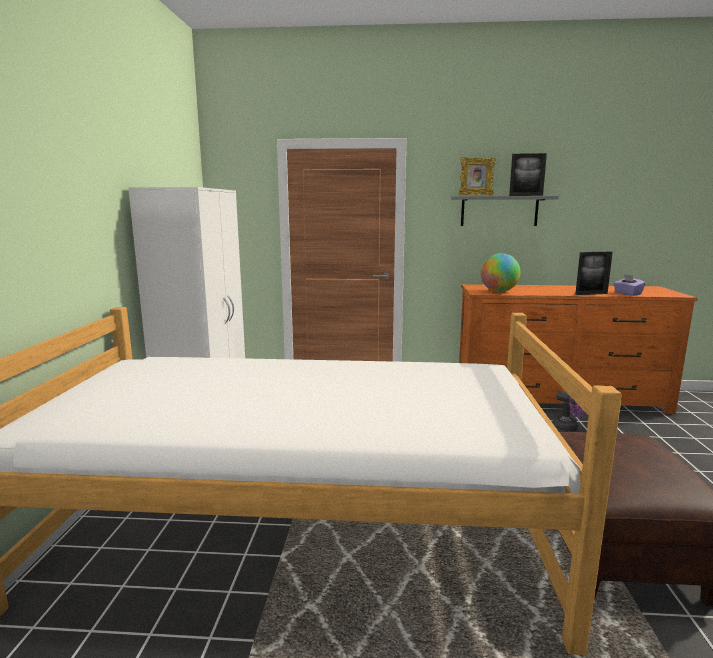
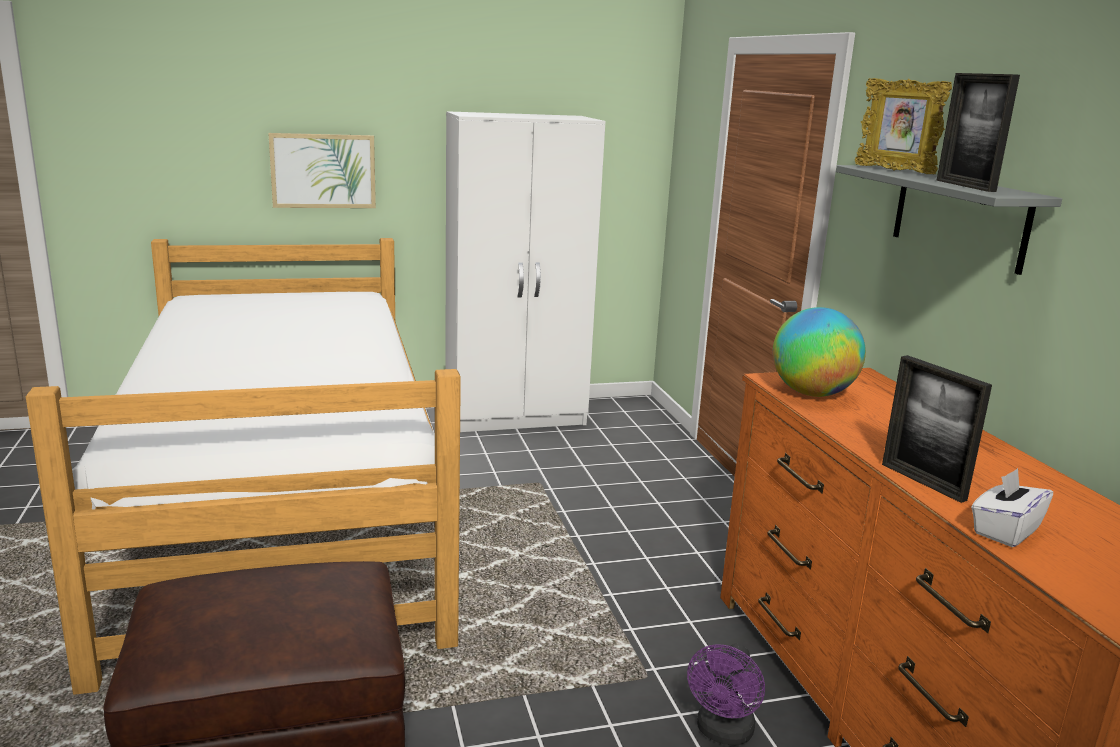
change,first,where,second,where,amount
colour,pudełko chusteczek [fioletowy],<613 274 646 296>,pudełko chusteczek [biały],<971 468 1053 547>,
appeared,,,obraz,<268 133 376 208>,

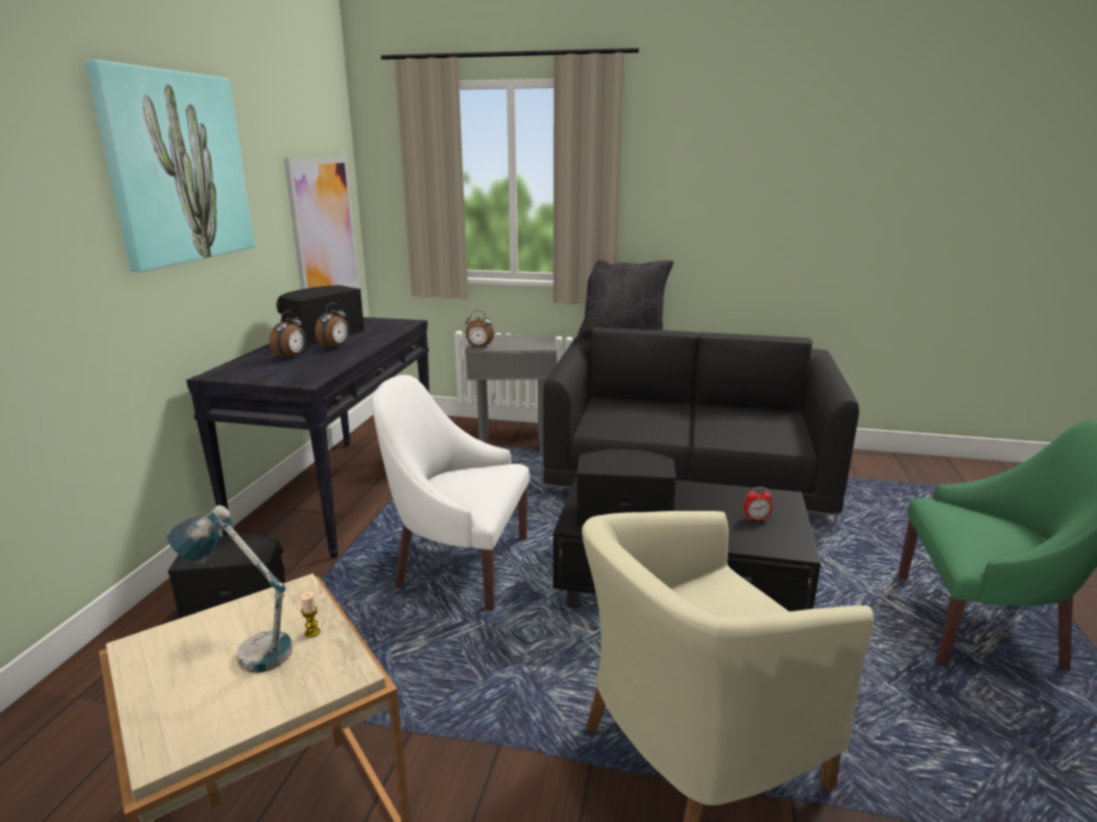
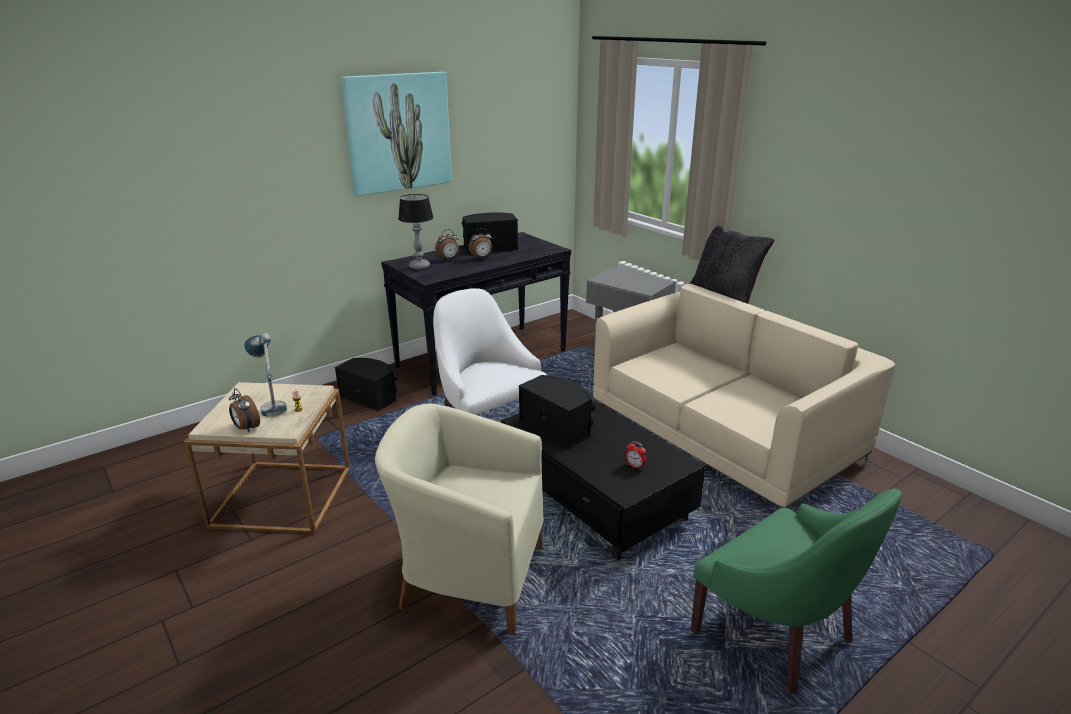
change,first,where,second,where,amount
missing,obraz,<284 157 360 289>,,,
relocated,budzik,<465 310 494 348>,,<229 388 260 432>,
colour,kanapa [czarny],<543 327 859 527>,kanapa [beżowy],<593 284 895 508>,
appeared,,,lampa stołowa,<398 194 434 270>,

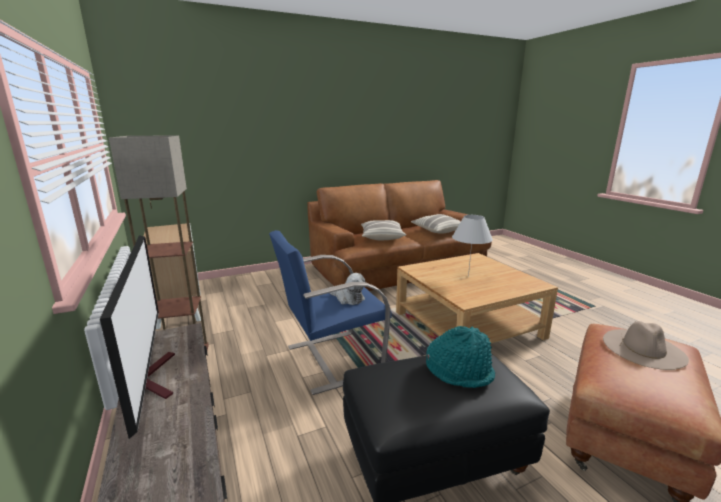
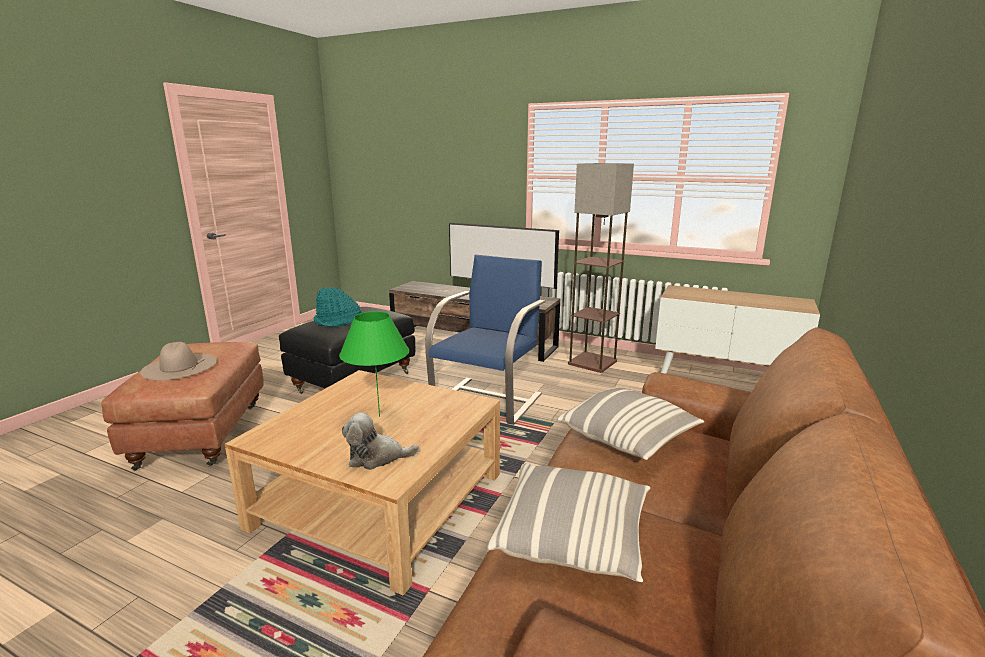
change,first,where,second,where,amount
colour,lampa stołowa [biały],<452 215 493 276>,lampa stołowa [zielony],<339 311 409 417>,
relocated,pluszak,<330 273 366 305>,,<342 412 419 470>,

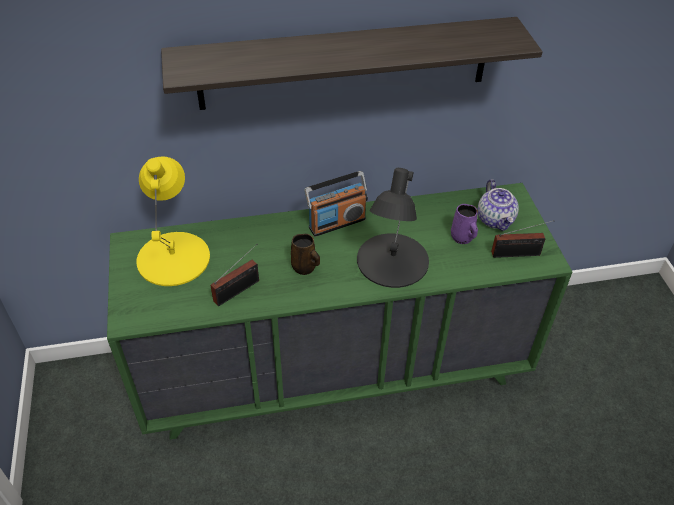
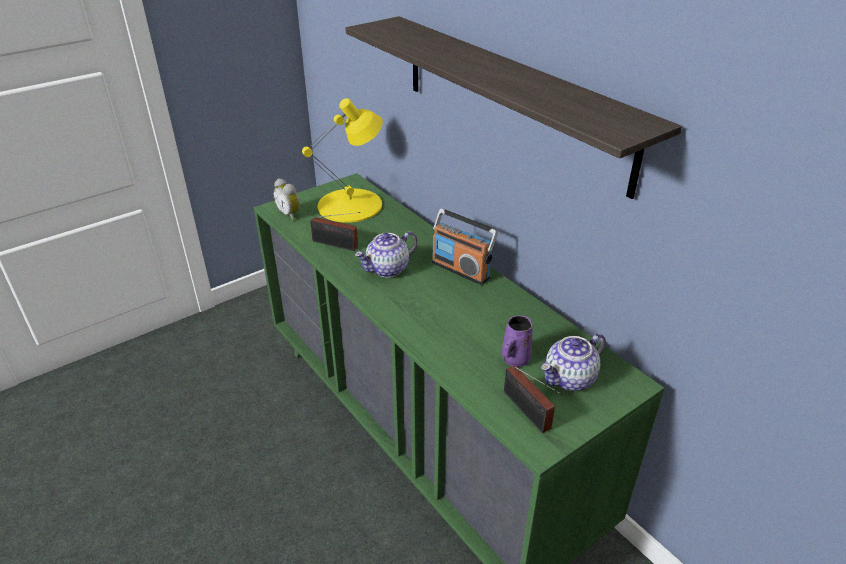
change,first,where,second,where,amount
missing,lampa stołowa [czarny],<357 168 429 288>,,,
exchanged,kubek [brązowy],<291 234 320 275>,imbryk,<355 231 418 278>,
appeared,,,budzik,<273 178 300 220>,

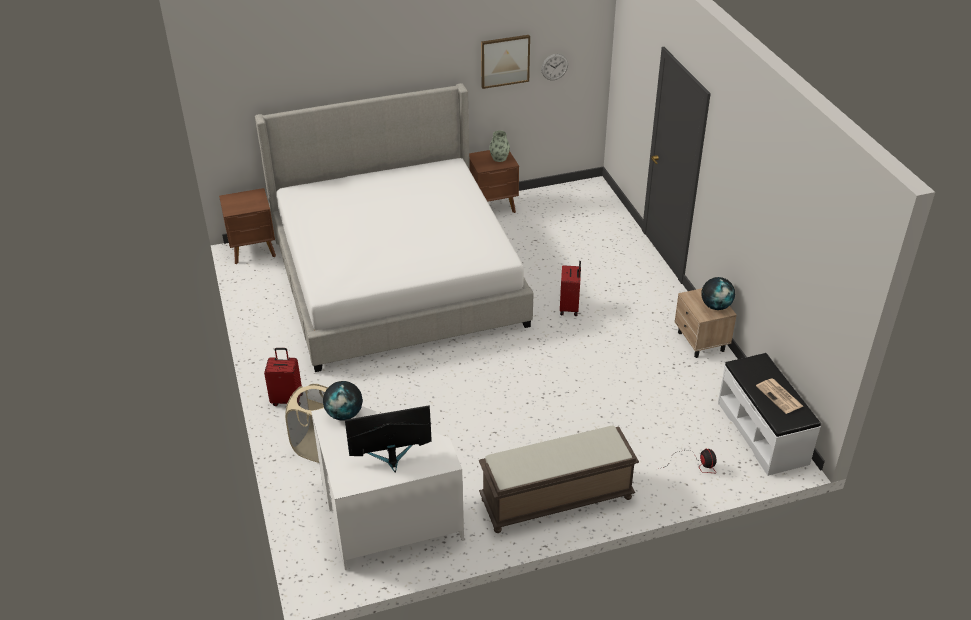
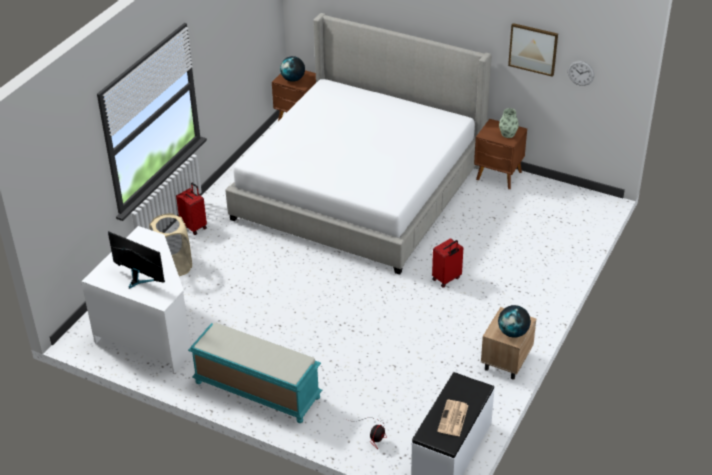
change,first,where,second,where,amount
relocated,globus,<323 381 363 421>,,<280 56 305 82>,
colour,ławka [brązowy],<479 426 639 533>,ławka [turkusowy],<188 323 322 423>,

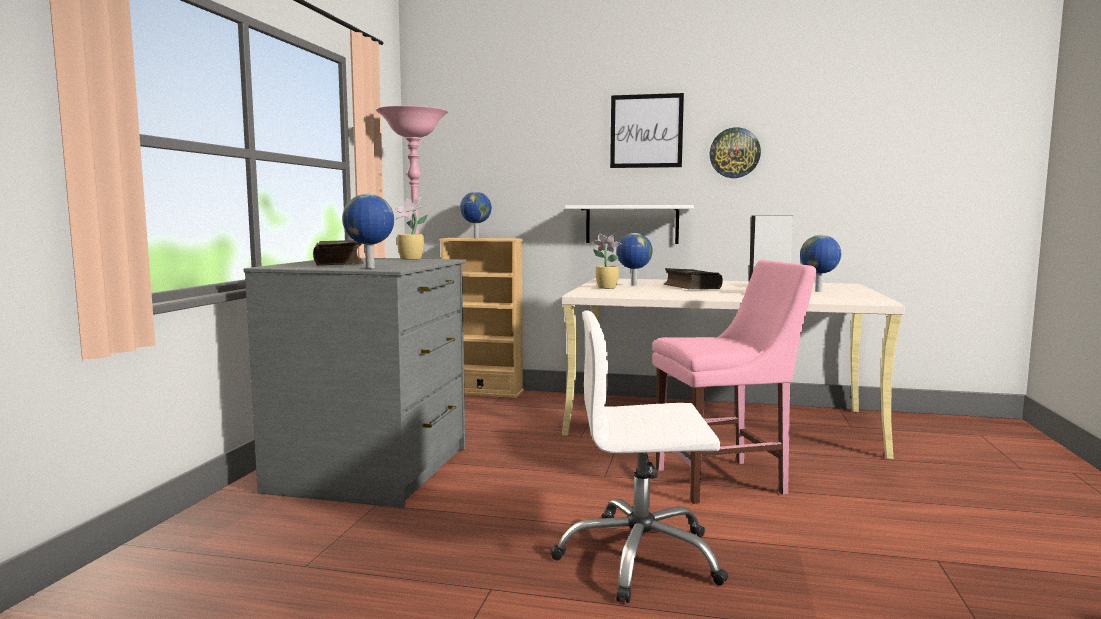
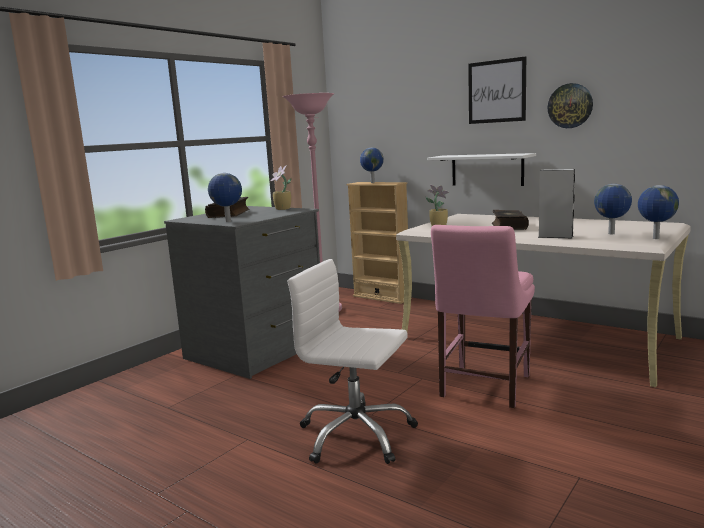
change,first,where,second,where,amount
relocated,globus,<617 233 653 286>,,<638 185 679 239>,
spun,krzesło [różowy],<653 260 816 504>,,<431 225 535 408>,105 degrees clockwise

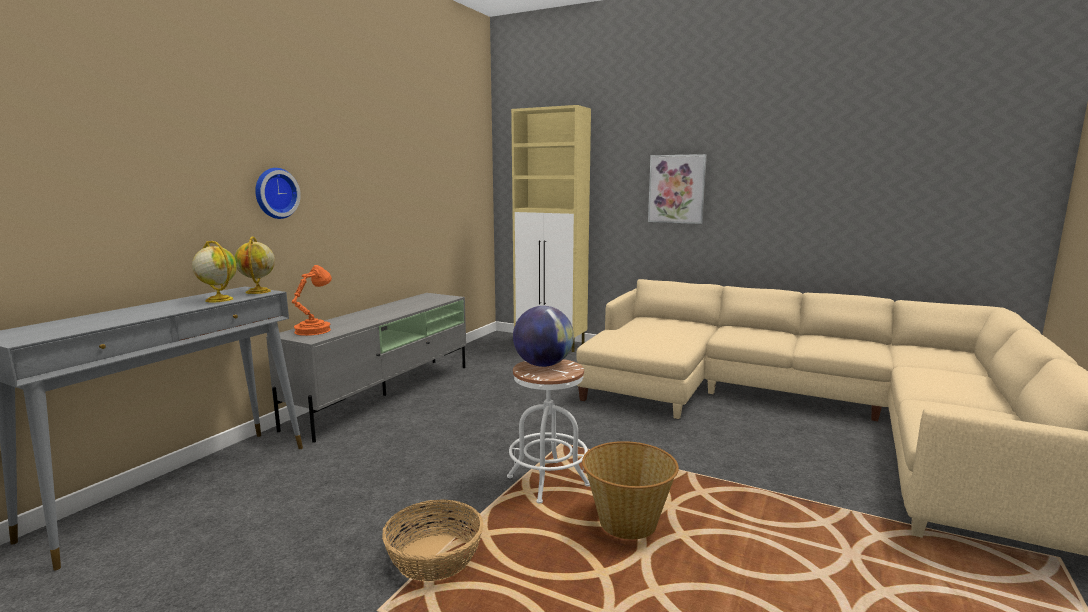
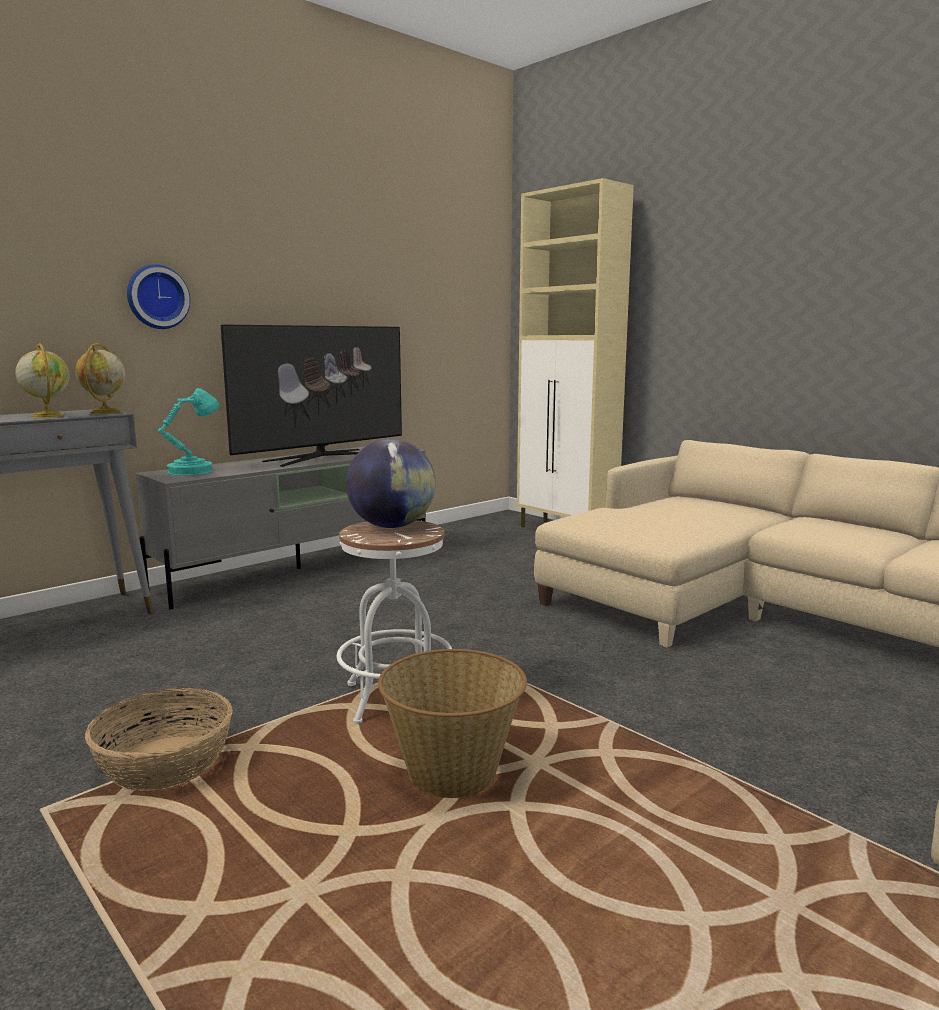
change,first,where,second,where,amount
missing,obraz,<648 154 707 224>,,,
colour,lampa stołowa [pomarańczowy],<291 265 332 336>,lampa stołowa [turkusowy],<158 388 219 475>,
appeared,,,telewizor,<221 324 402 467>,

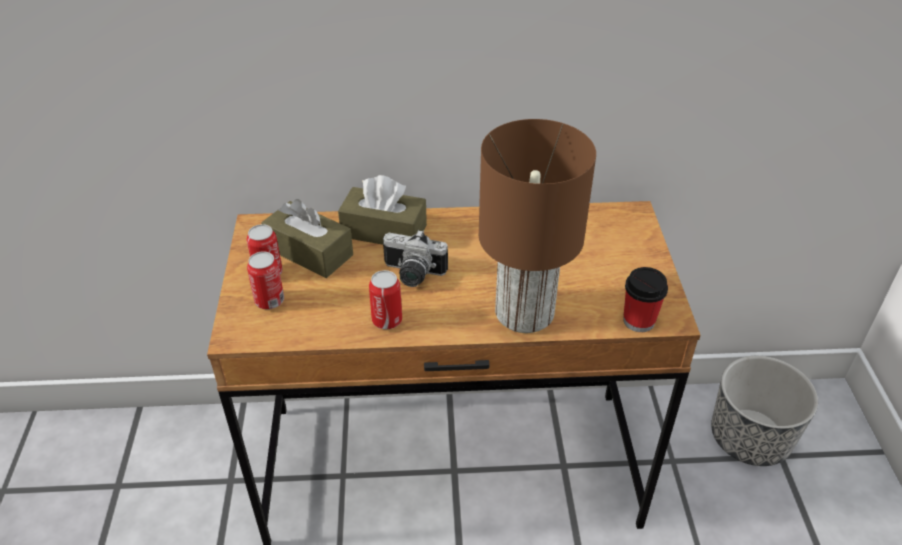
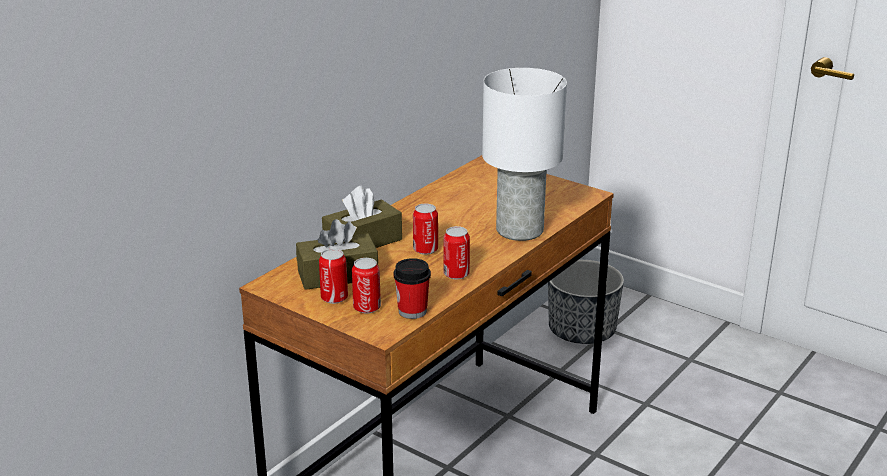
change,first,where,second,where,amount
colour,lampa stołowa [brązowy],<479 119 596 333>,lampa stołowa [biały],<482 68 567 241>,
exchanged,aparat fotograficzny,<383 230 448 287>,puszka,<413 204 438 255>,
relocated,filiżanka,<623 267 668 332>,,<393 258 431 319>,

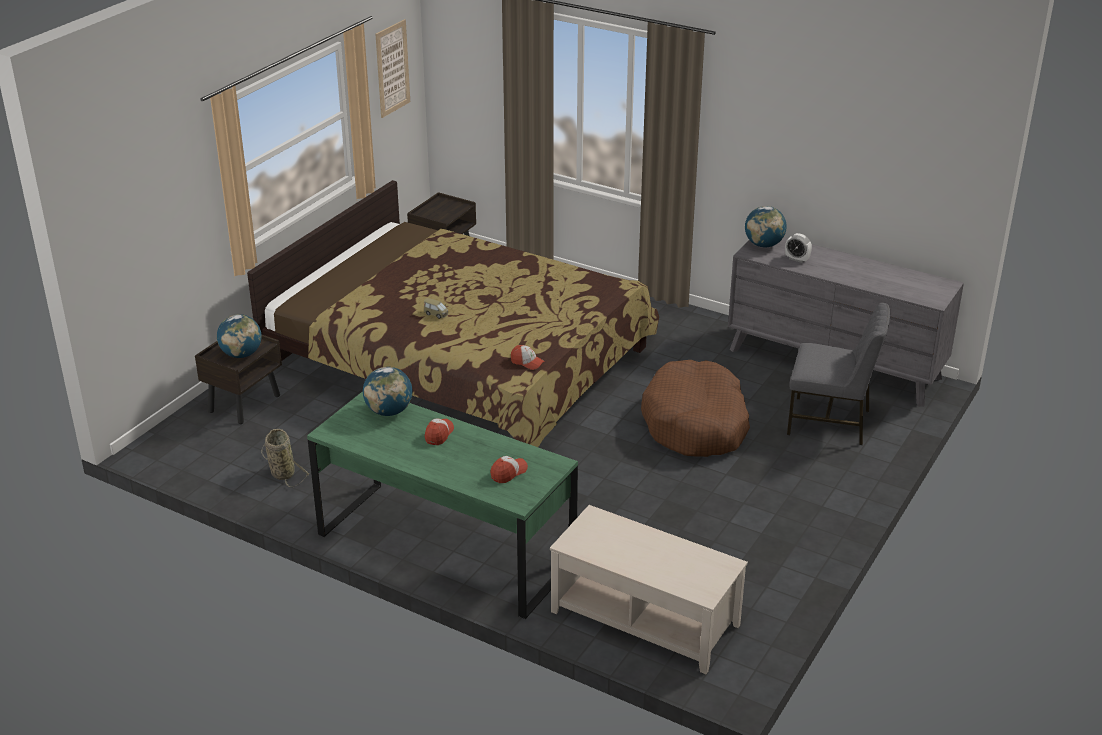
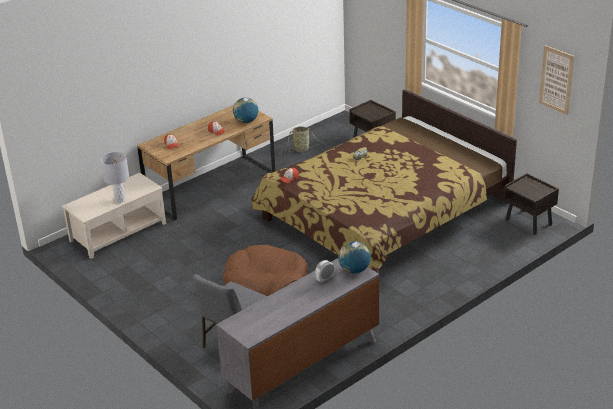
change,first,where,second,where,amount
missing,globus,<217 314 262 358>,,,
colour,biurko [zielony],<307 391 578 619>,biurko [brązowy],<137 105 276 221>,
appeared,,,lampa stołowa [szary],<101 152 129 203>,

